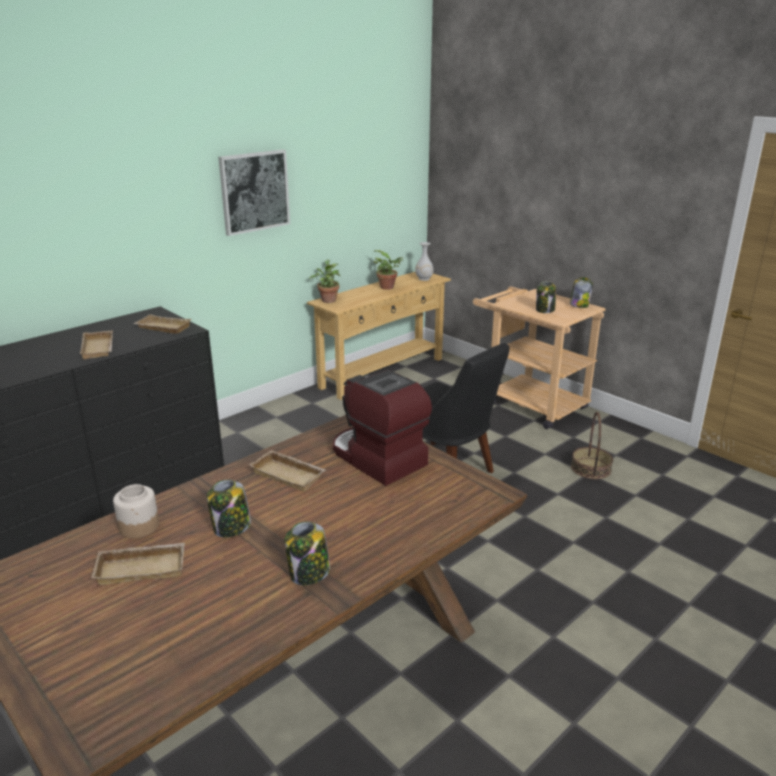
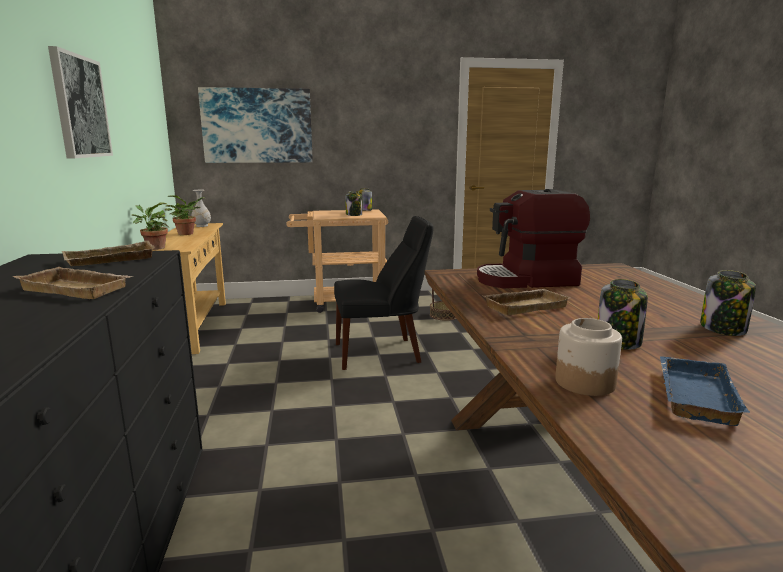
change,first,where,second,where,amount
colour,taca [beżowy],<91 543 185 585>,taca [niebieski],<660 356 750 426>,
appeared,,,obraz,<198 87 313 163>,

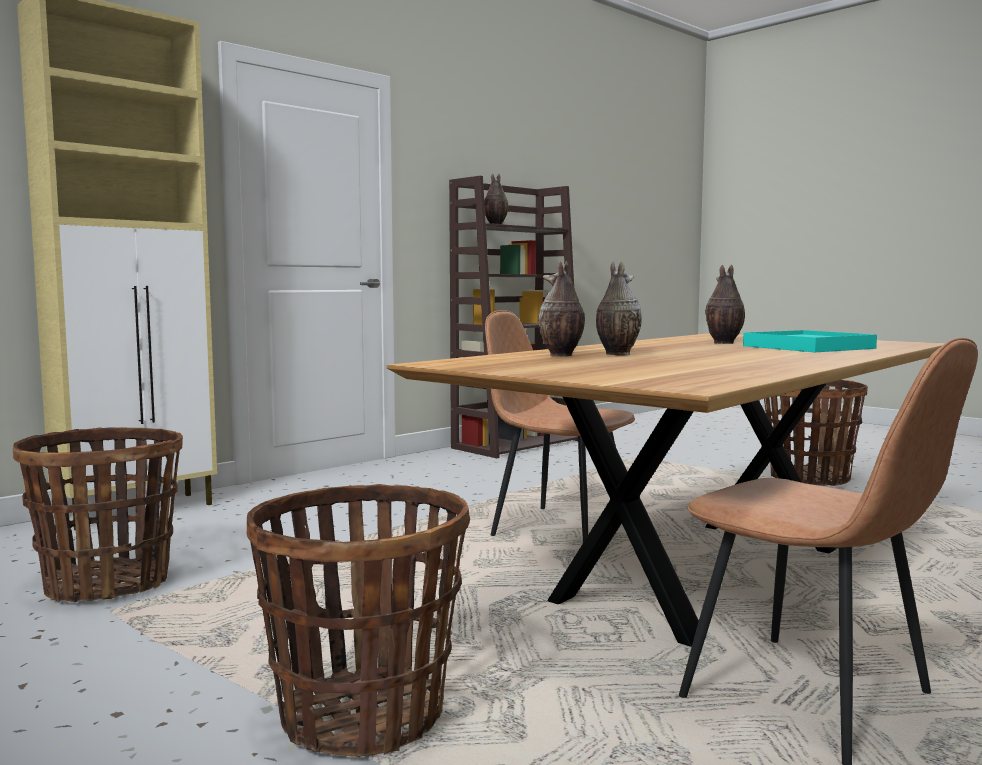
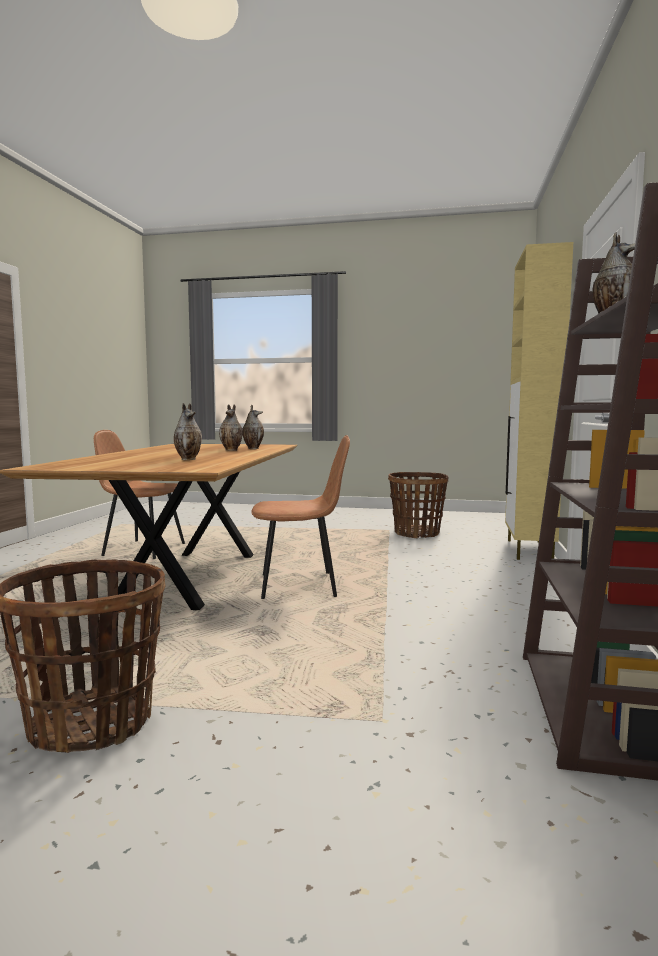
change,first,where,second,where,amount
missing,taca [turkusowy],<743 330 877 352>,,,
missing,koszyk,<247 484 470 757>,,,

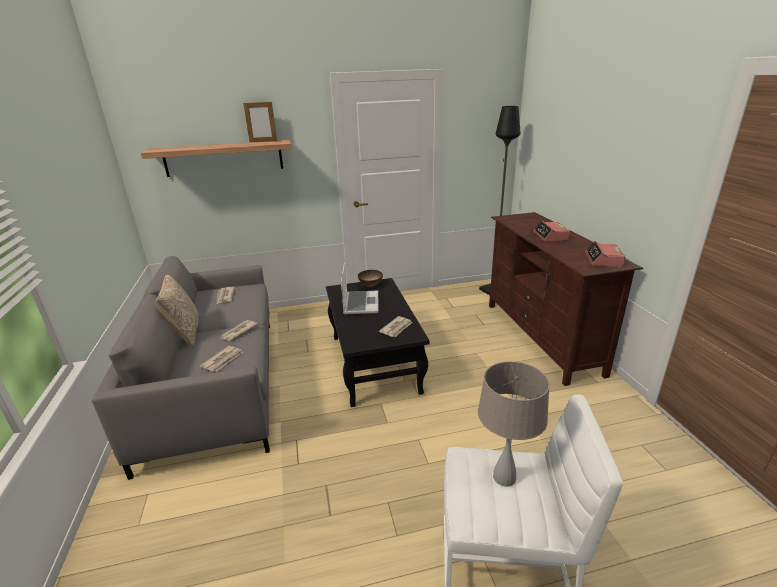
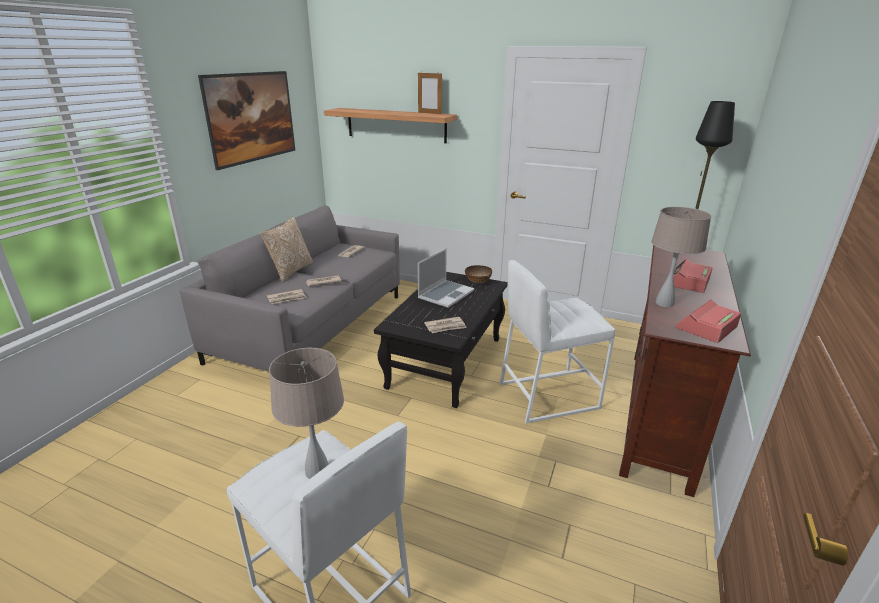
change,first,where,second,where,amount
appeared,,,obraz,<198 71 295 170>,
appeared,,,lampa stołowa [beżowy],<651 207 711 307>,
appeared,,,stołek [biały],<499 260 615 423>,

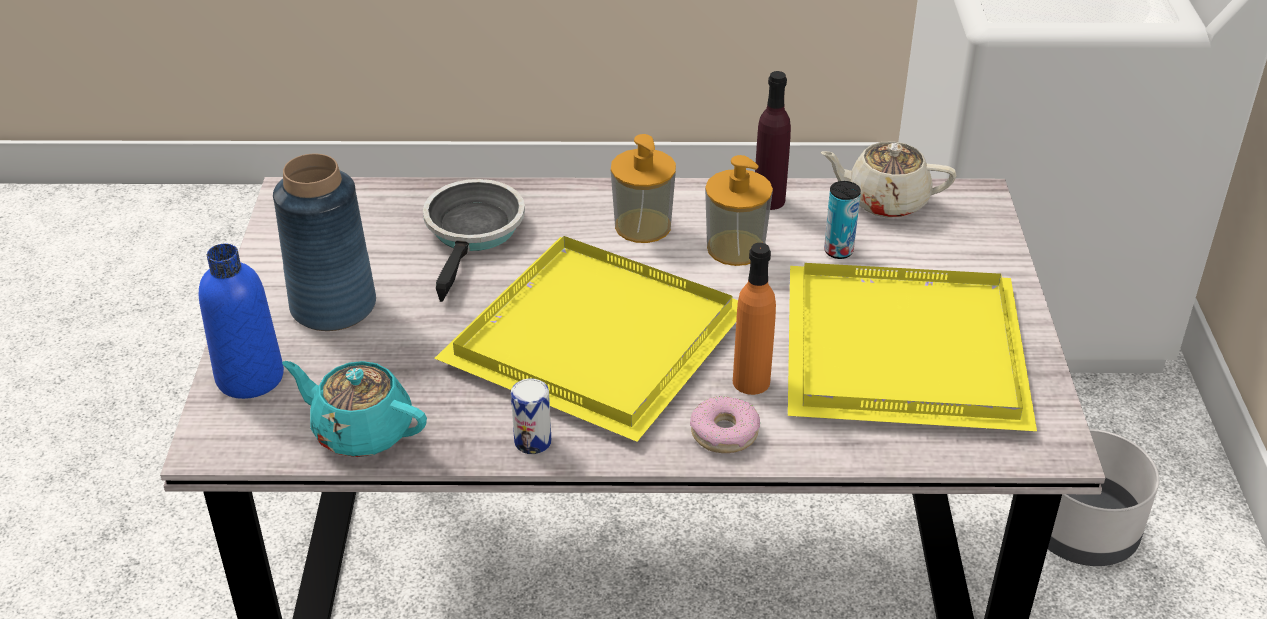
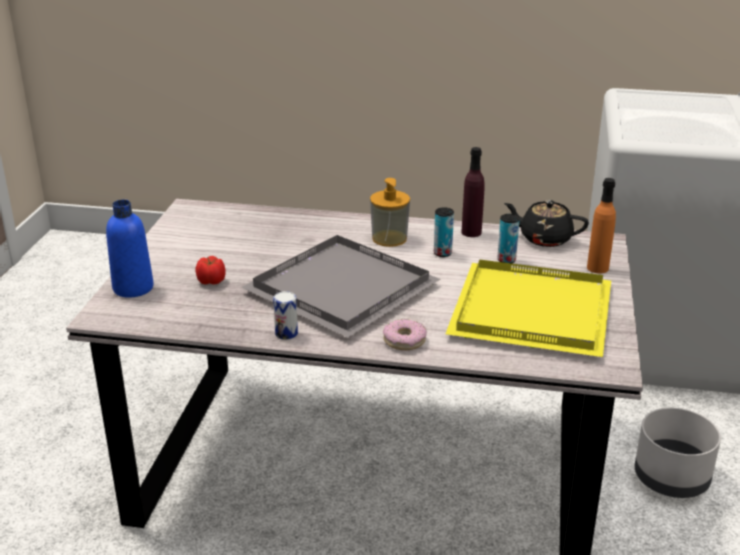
change,first,where,second,where,amount
colour,imbryk [beżowy],<820 141 957 218>,imbryk [czarny],<504 200 589 247>,
missing,wazon [niebieski],<273 154 376 331>,,,
exchanged,dozownik mydła,<705 155 773 266>,puszka,<434 207 454 257>,
missing,patelnia,<423 179 525 302>,,,
colour,taca [żółty],<434 236 738 442>,taca [szary],<241 235 440 338>,
relocated,butelka [pomarańczowy],<733 243 776 395>,,<587 178 616 274>,
missing,imbryk [turkusowy],<282 361 427 457>,,,
appeared,,,pomidor,<196 256 226 285>,

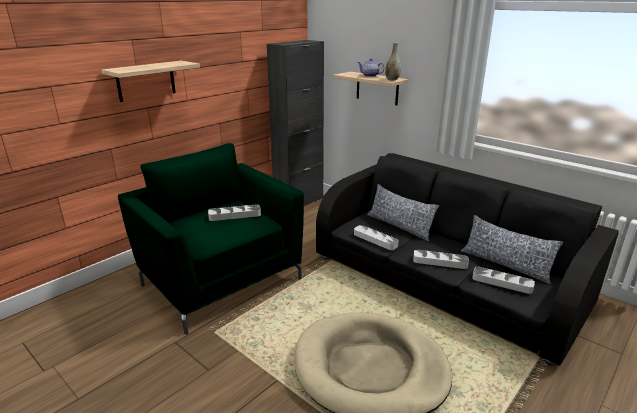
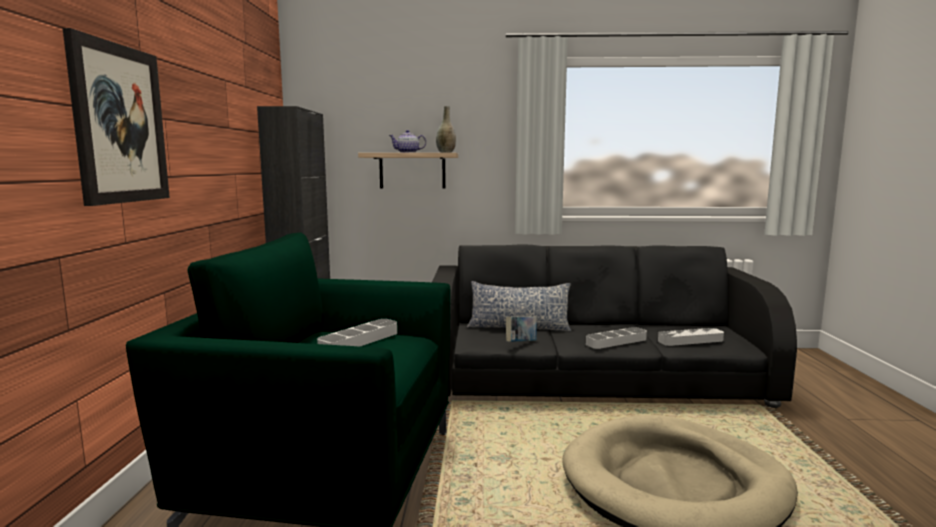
change,first,where,second,where,amount
exchanged,półka,<102 61 200 102>,obraz,<63 28 170 206>,
missing,poduszka,<461 215 563 284>,,,
exchanged,taca [szary],<354 225 399 250>,książka,<506 316 537 342>,

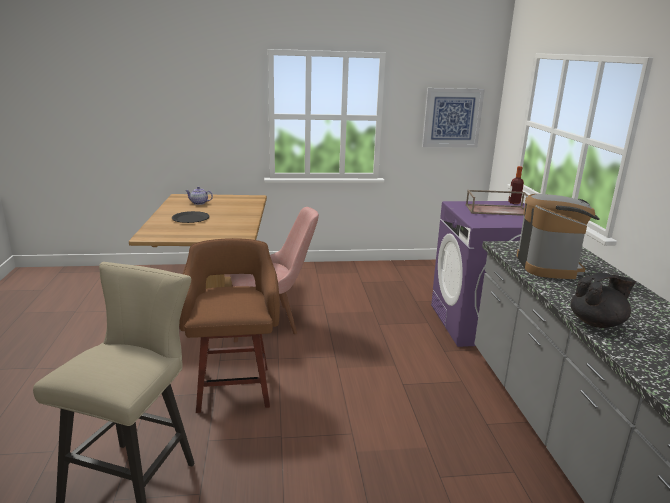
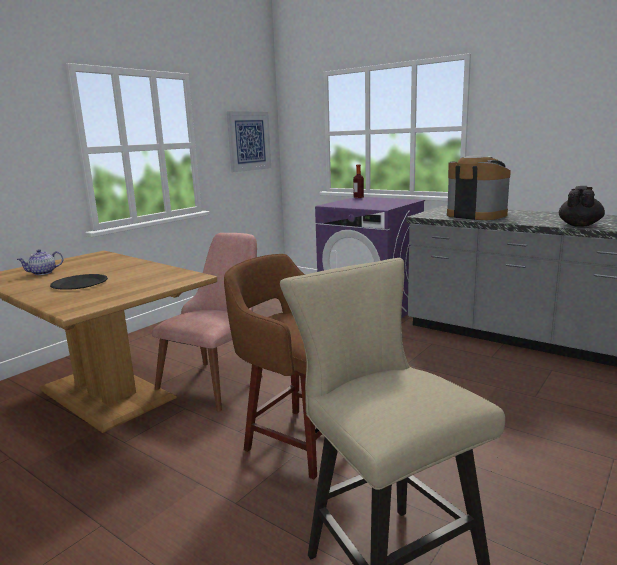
change,first,where,second,where,amount
missing,taca [brązowy],<466 190 528 216>,,,

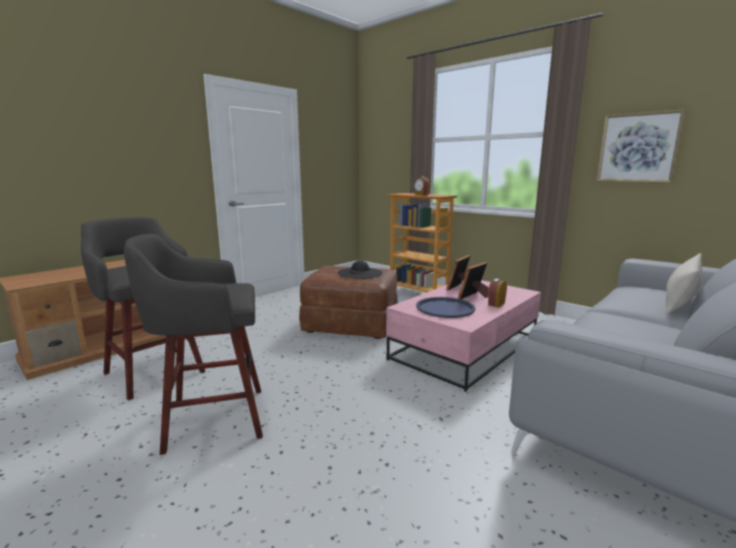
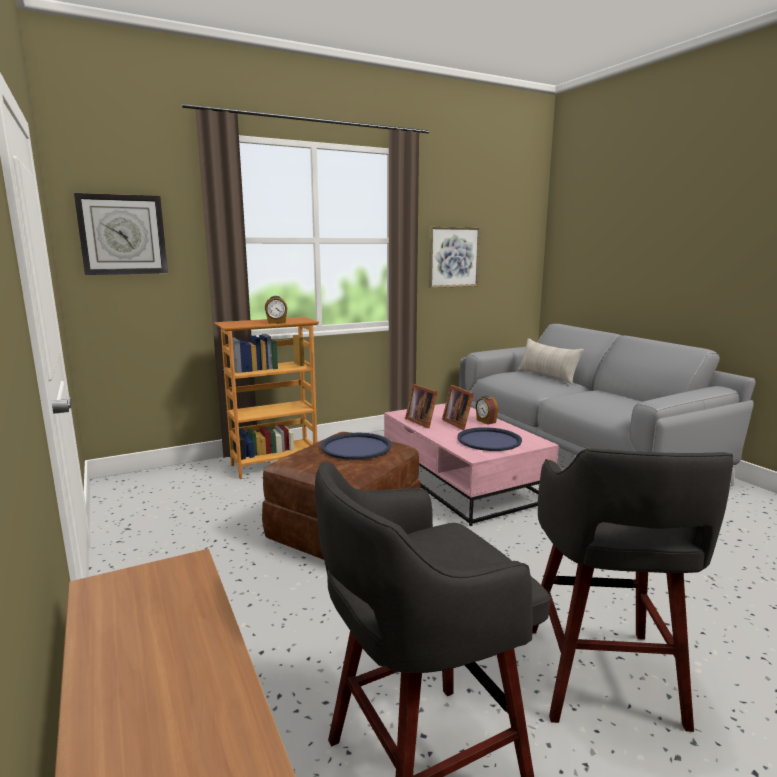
change,first,where,second,where,amount
exchanged,kapelusz [czarny],<338 260 383 279>,taca [niebieski],<321 433 392 460>,
appeared,,,zegar ścienny,<74 193 168 275>,

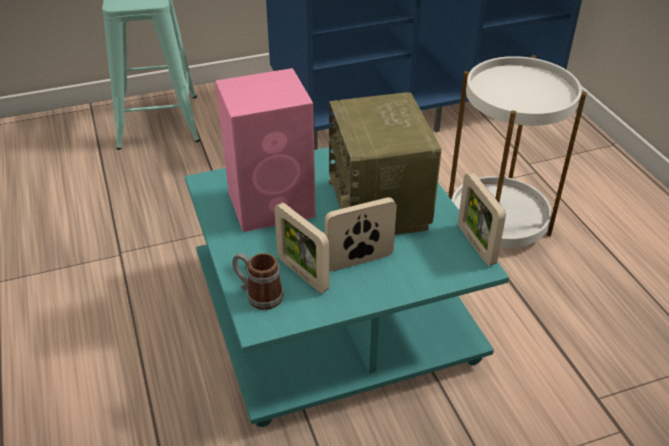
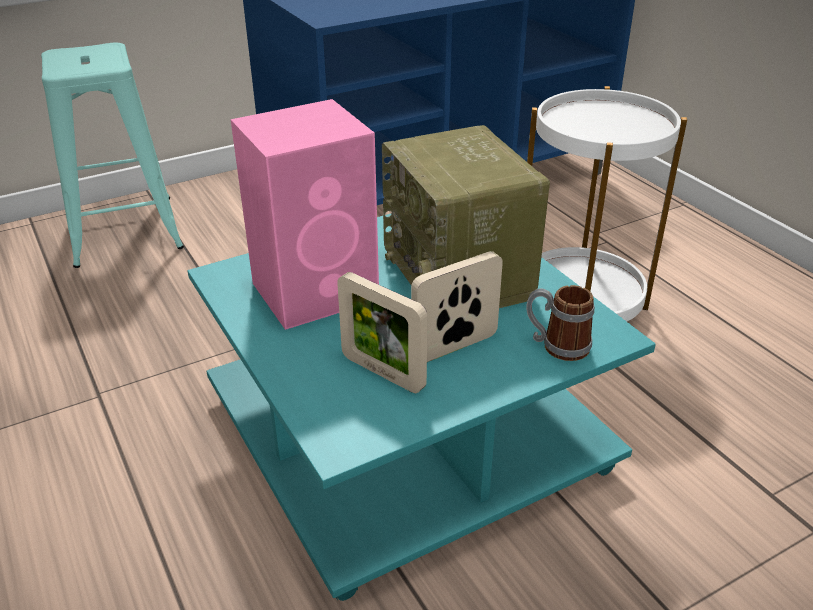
change,first,where,second,where,amount
missing,ramka na zdjęcie,<458 172 506 266>,,,
relocated,kubek,<232 253 284 310>,,<526 285 595 361>,

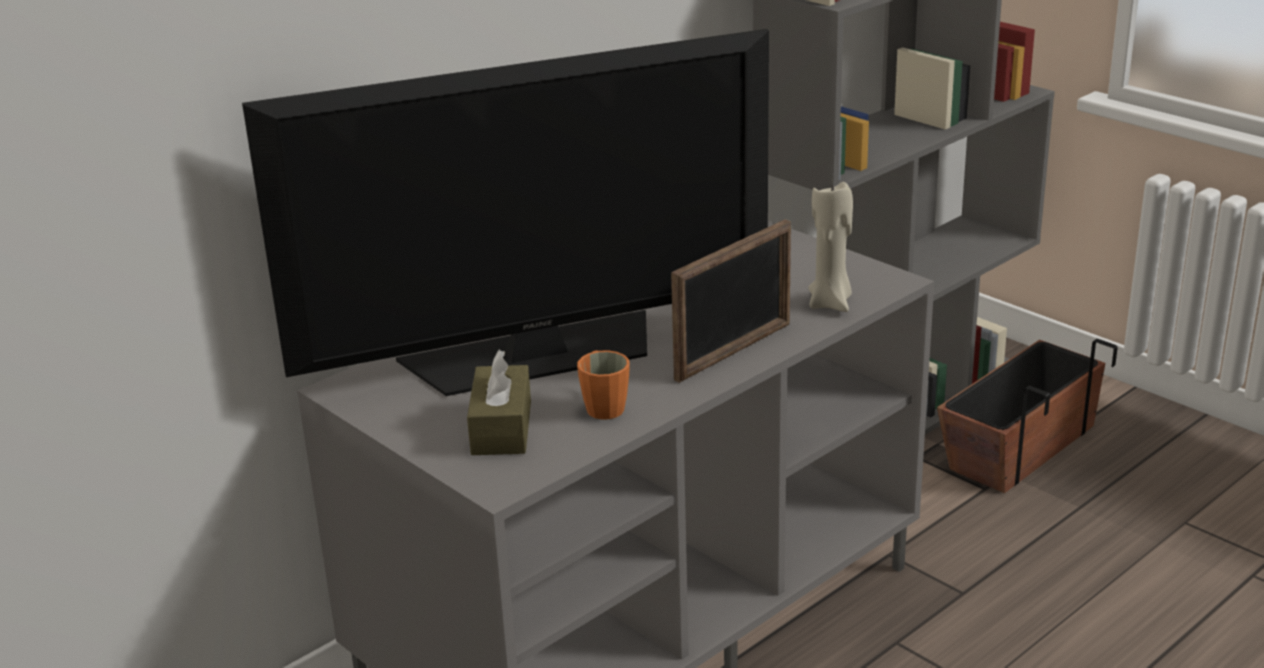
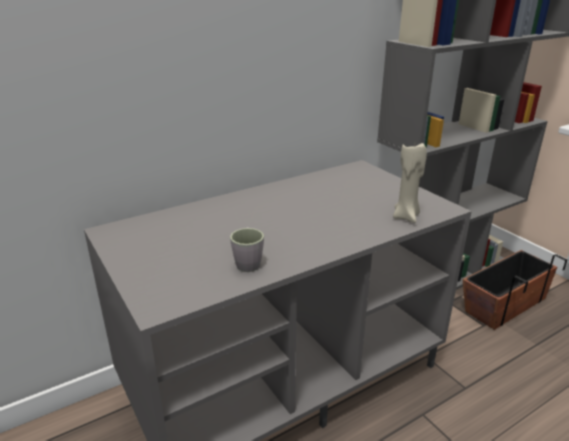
change,first,where,second,where,amount
missing,telewizor,<242 29 769 396>,,,
missing,ramka na zdjęcie,<671 219 791 383>,,,
missing,pudełko chusteczek [brązowy],<467 350 531 455>,,,
colour,kubek [pomarańczowy],<577 350 630 420>,kubek [szary],<230 227 264 272>,

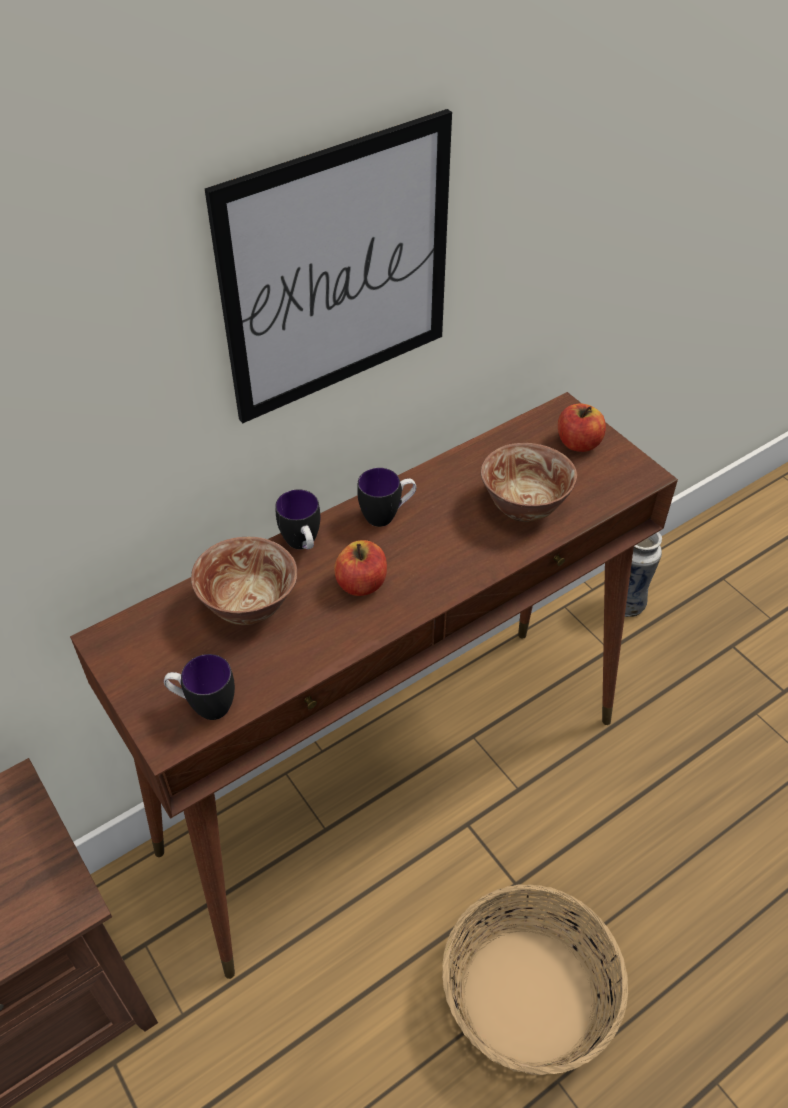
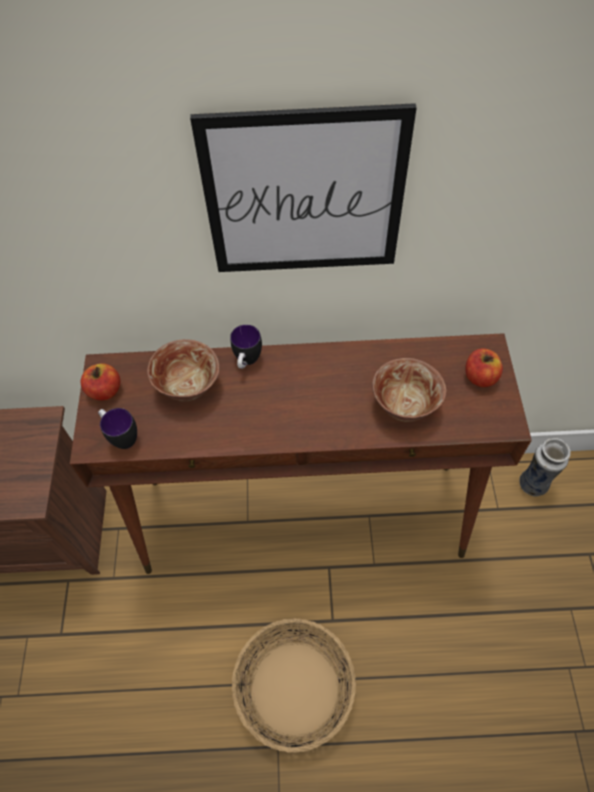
change,first,where,second,where,amount
missing,kubek,<357 468 416 527>,,,
relocated,jabłko,<334 540 387 596>,,<81 363 120 400>,

